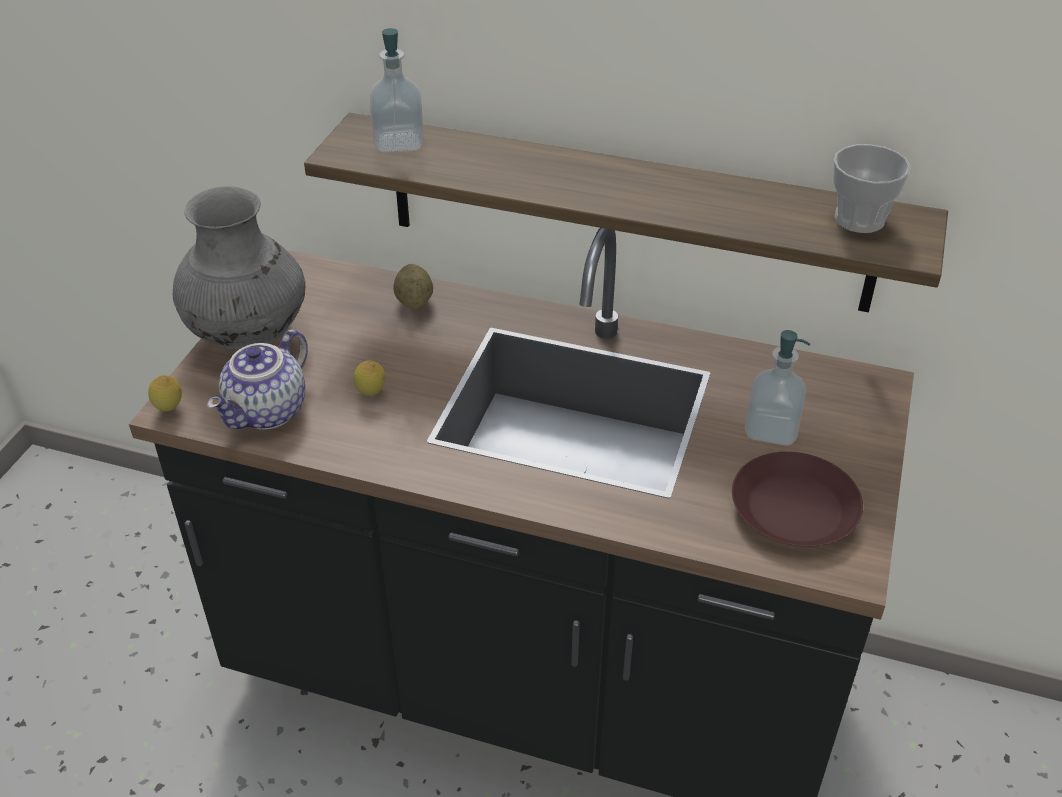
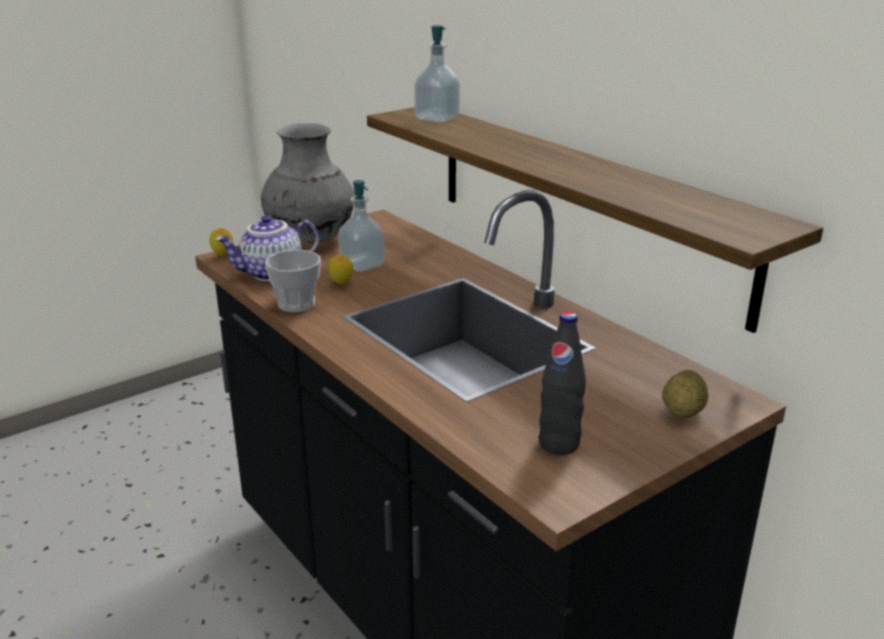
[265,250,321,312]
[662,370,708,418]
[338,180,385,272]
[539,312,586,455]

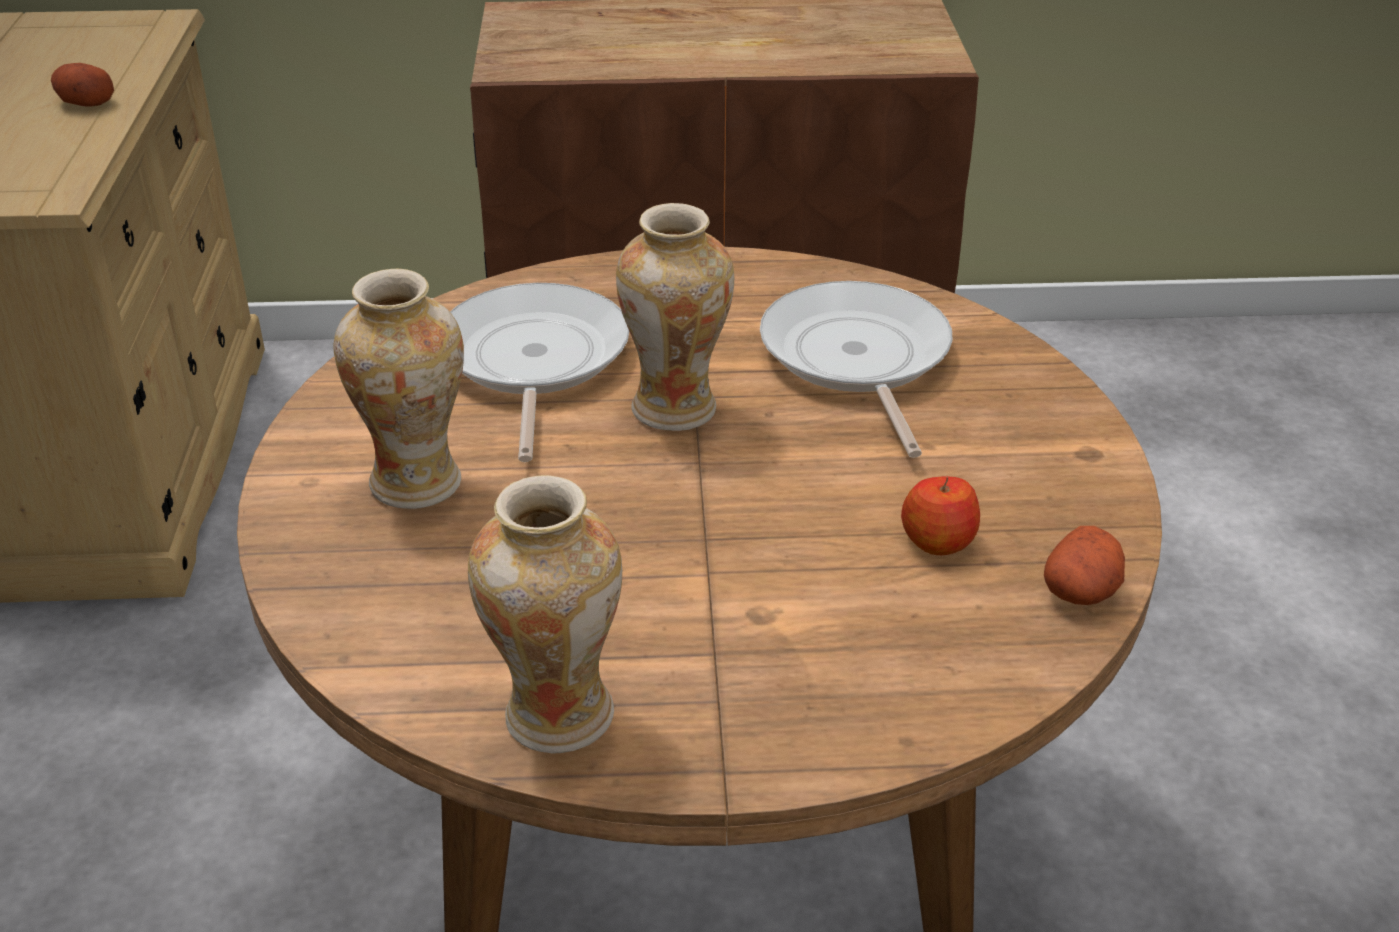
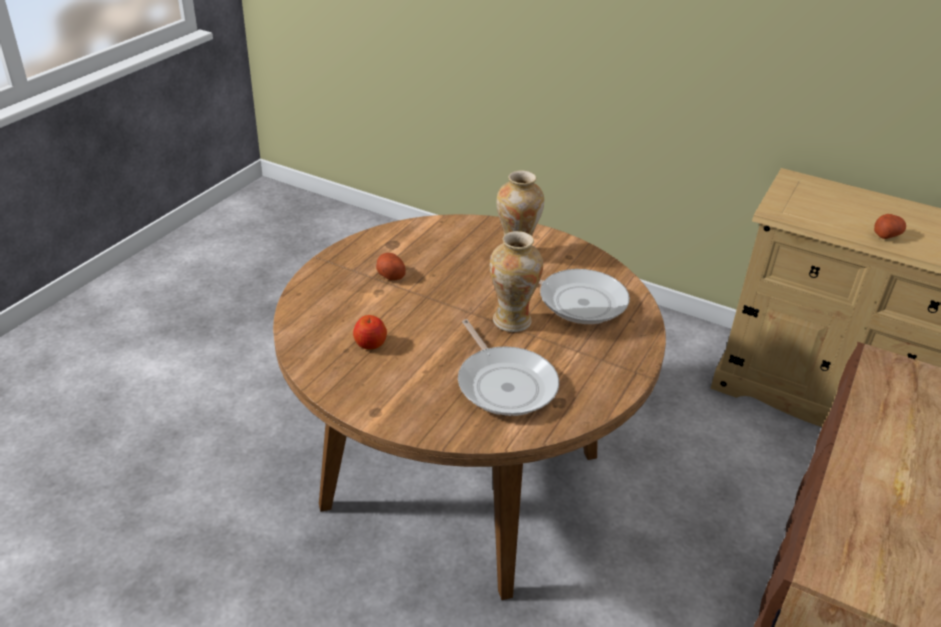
[458,319,559,416]
[468,475,622,753] (first image)
[376,253,406,280]

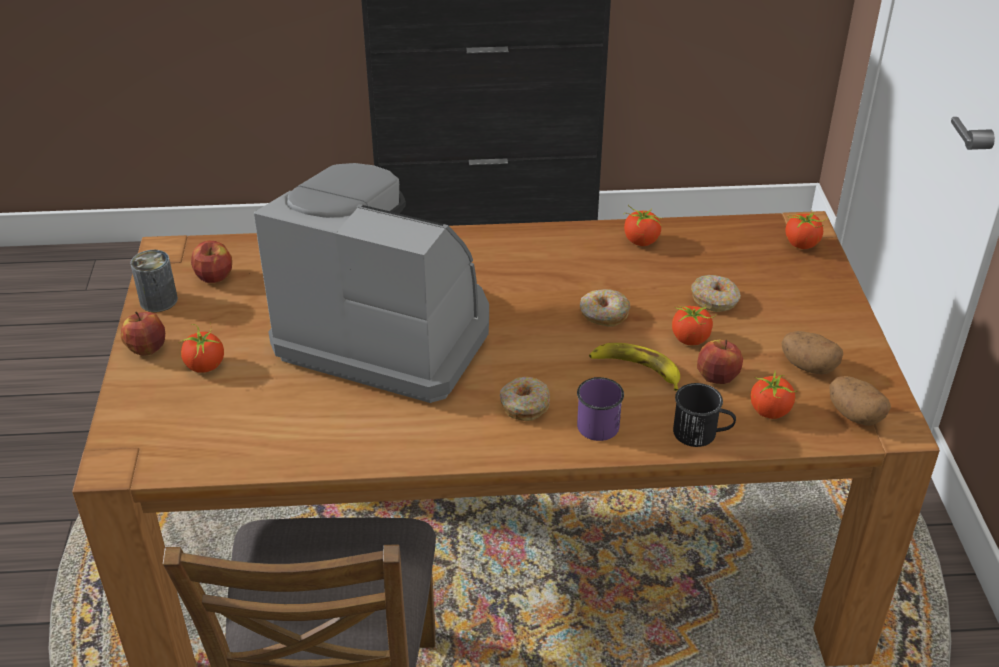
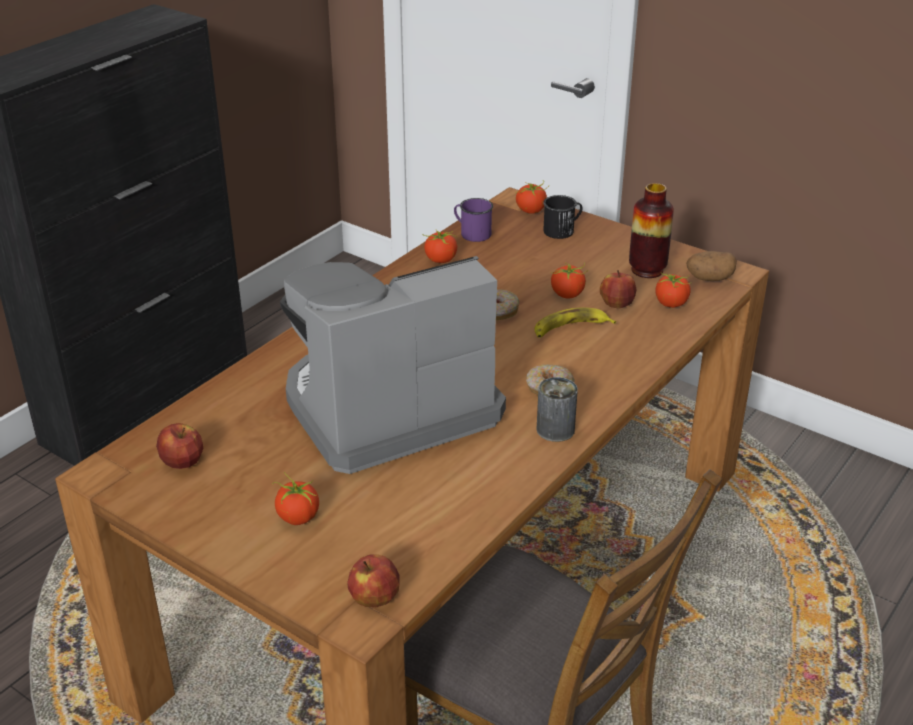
[536,377,578,442]
[691,275,741,312] (first image)
[347,554,400,607]
[629,183,674,278]
[454,198,493,242]
[543,195,583,239]

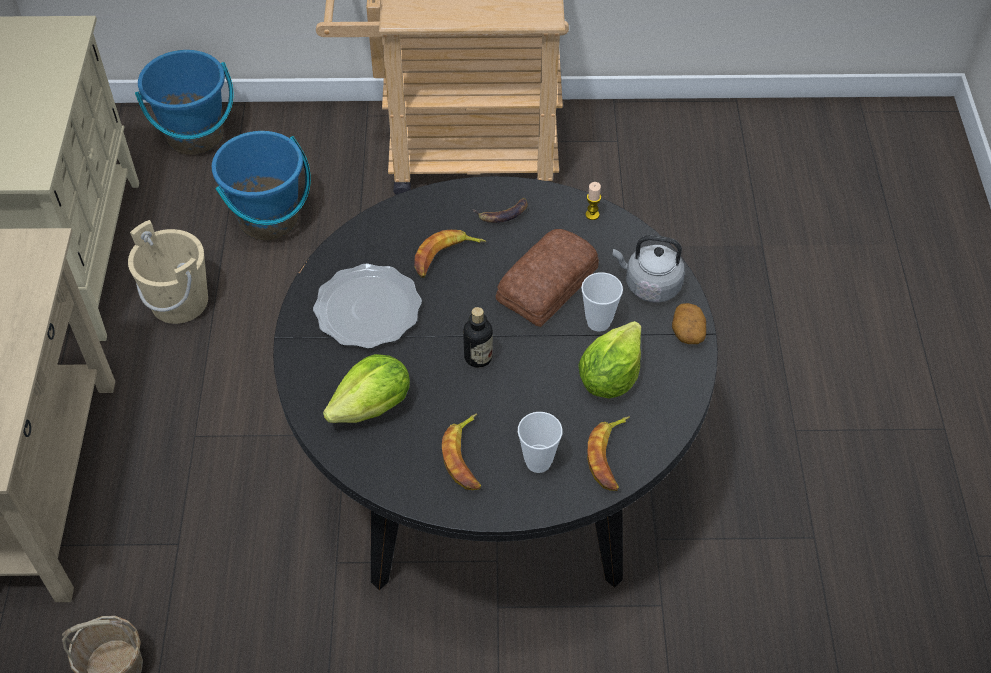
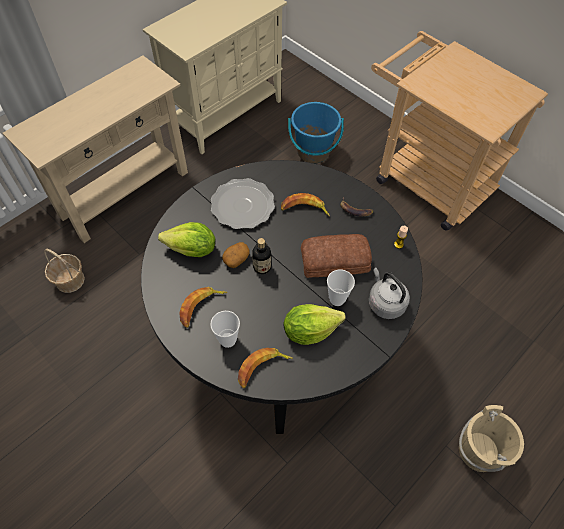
[135,50,234,155] (first image)
[459,405,524,472]
[222,242,250,268]

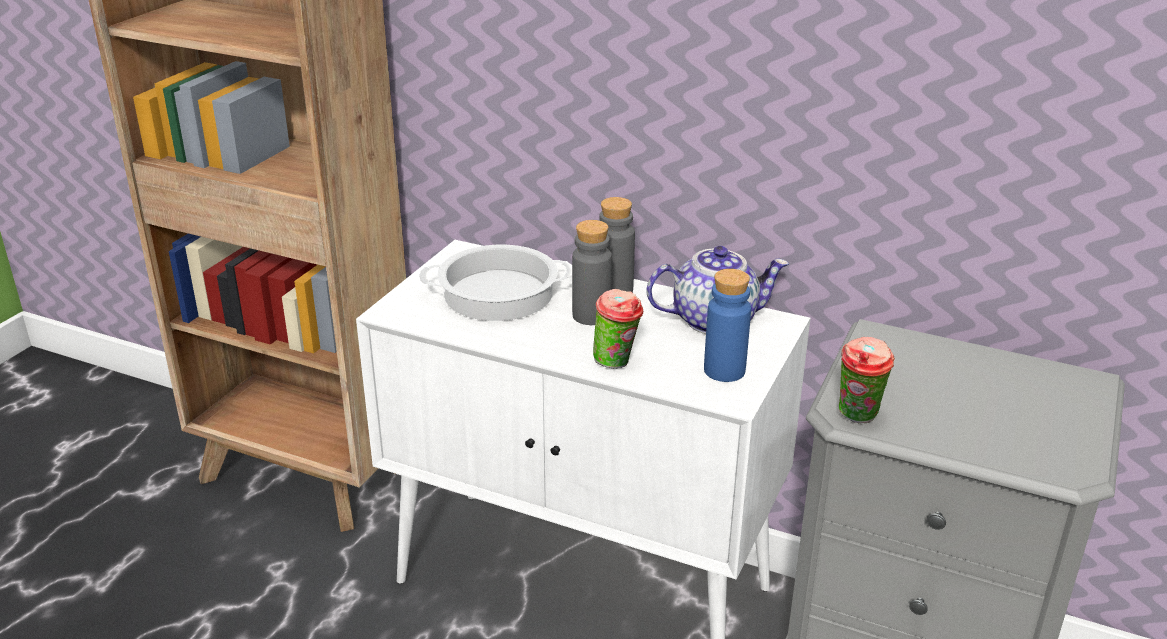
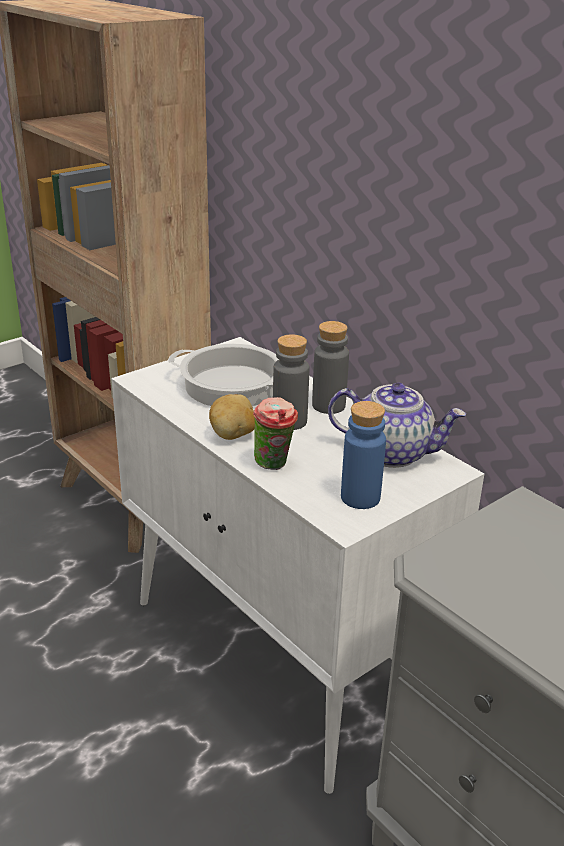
[839,337,895,423] (first image)
[209,394,255,440]

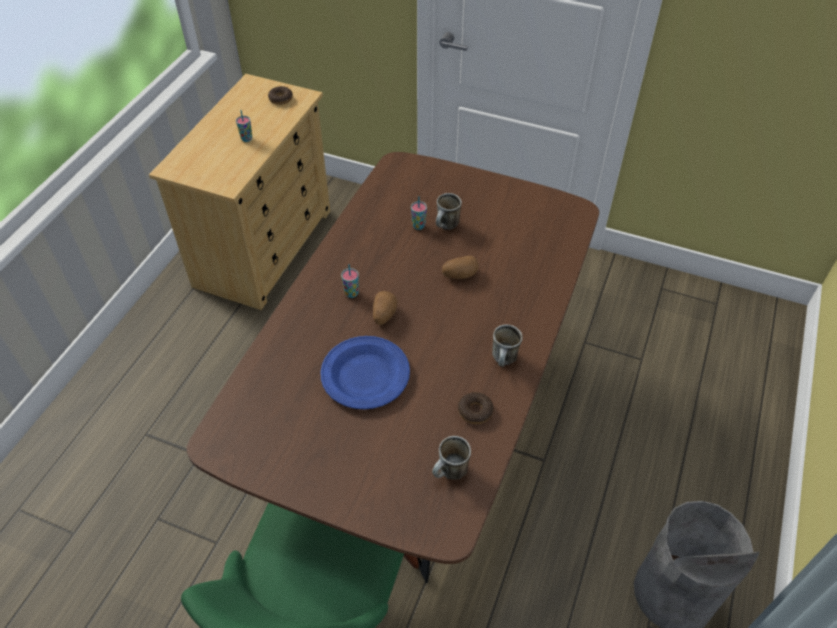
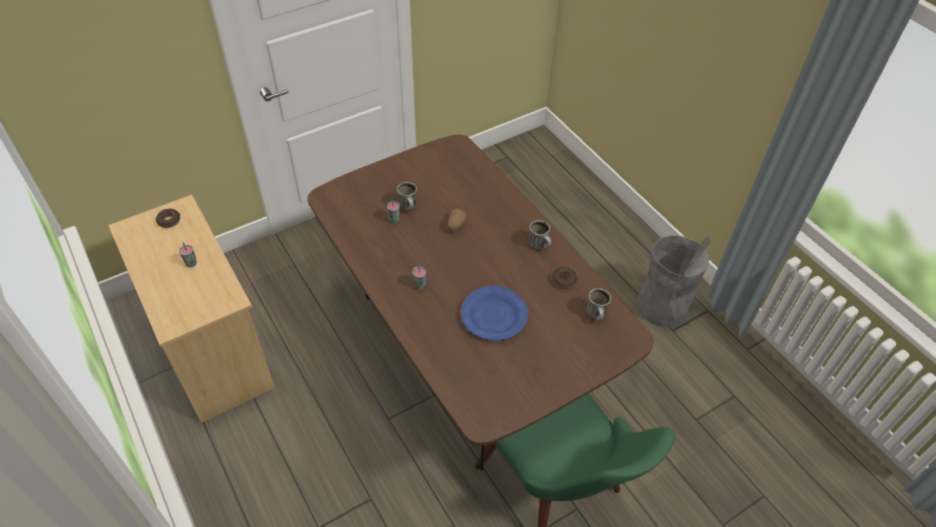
[373,291,397,325] (first image)

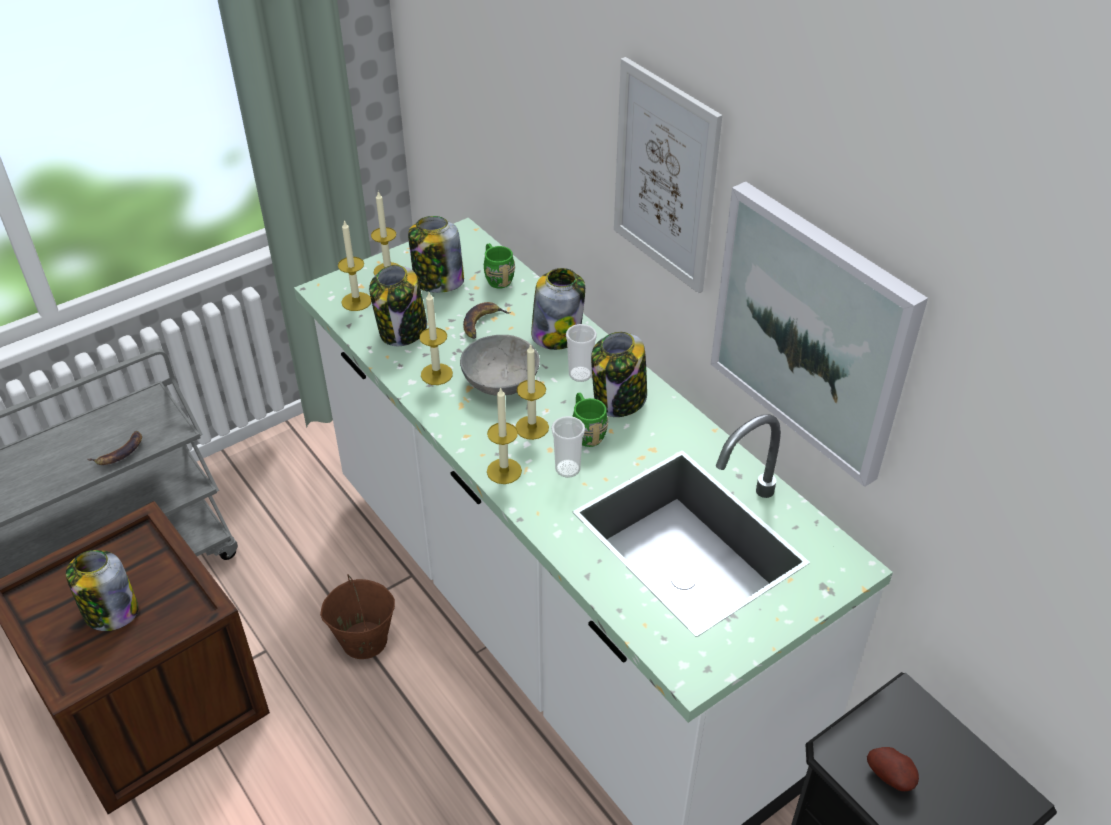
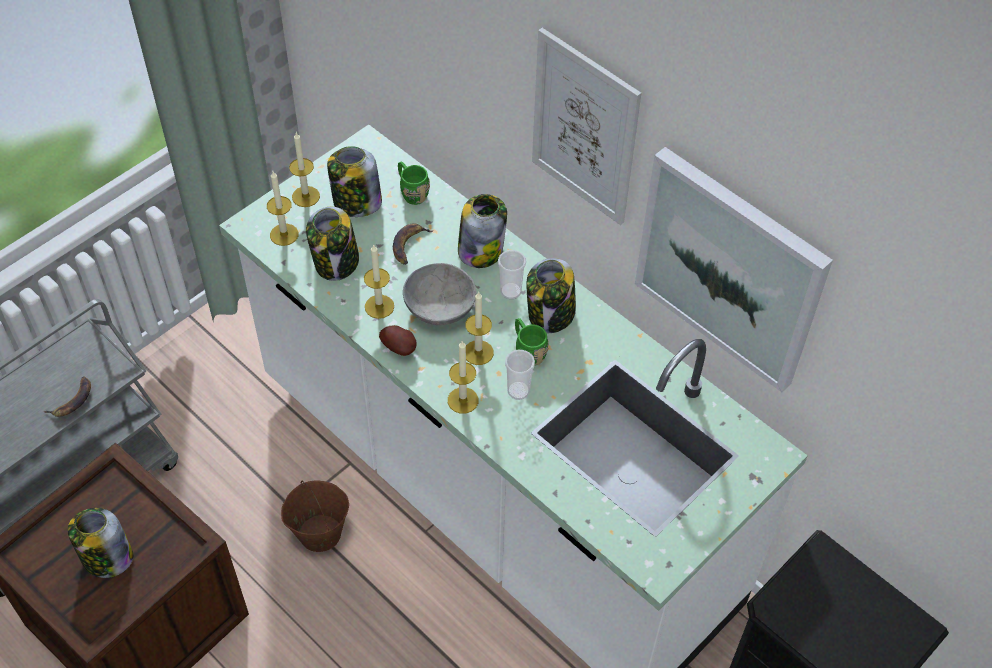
[379,325,416,356]

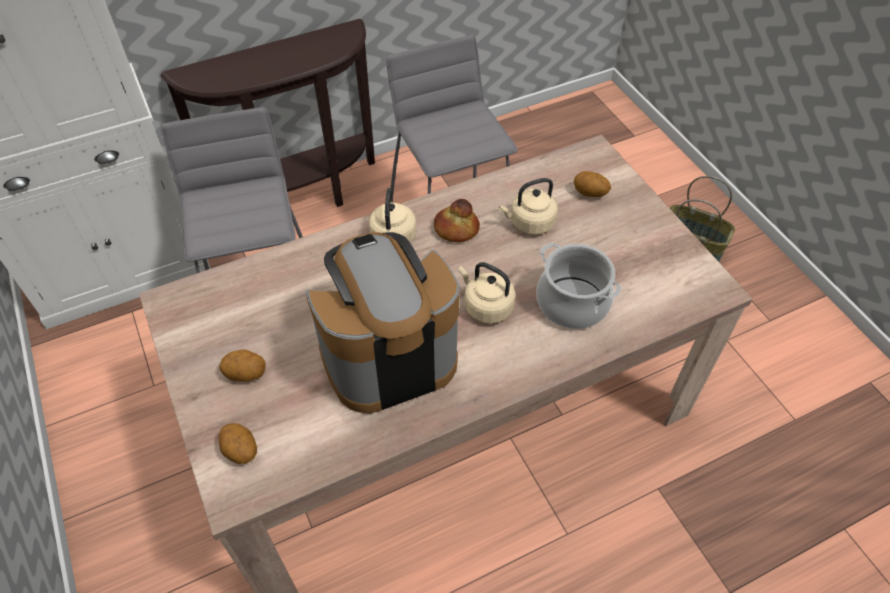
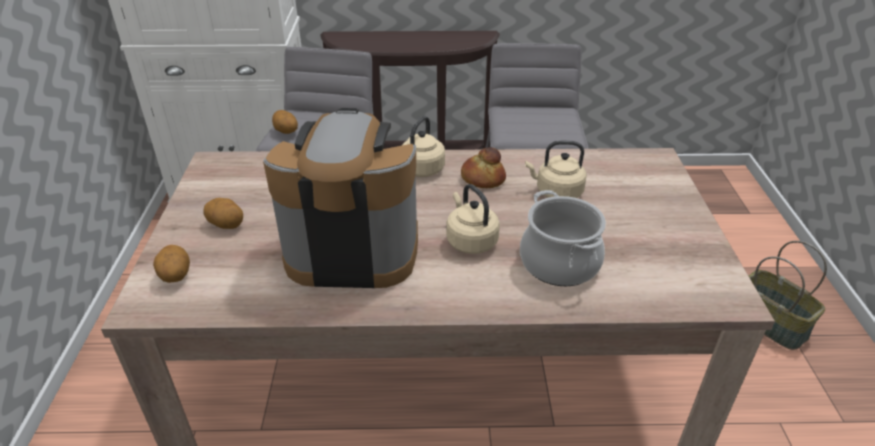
[272,110,298,134]

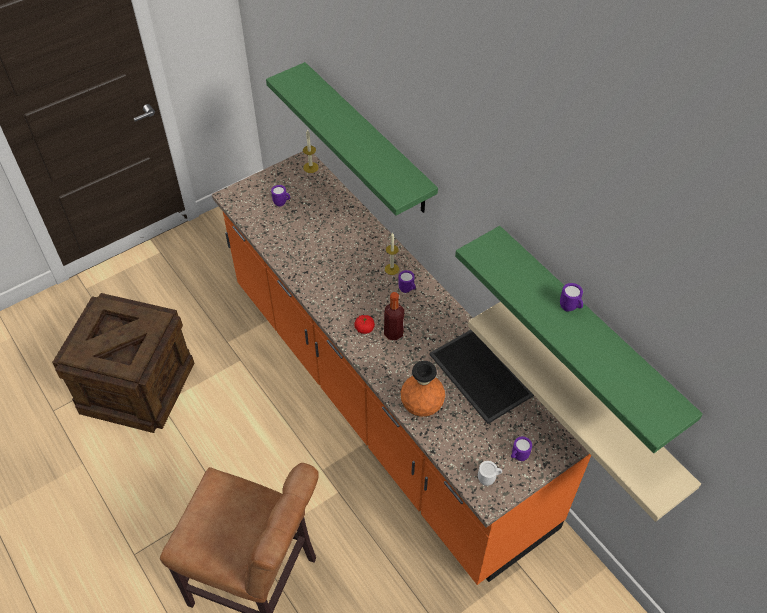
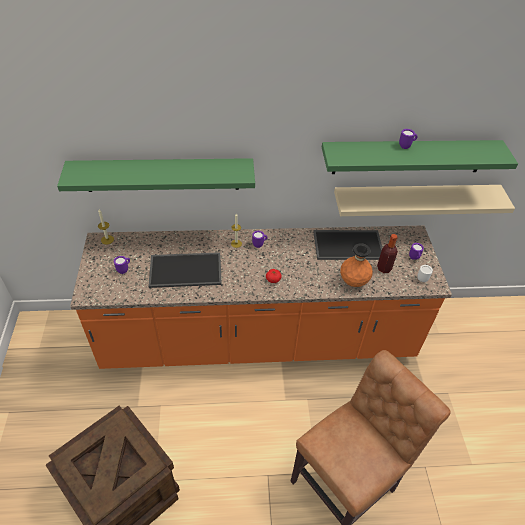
[377,234,398,273]
[149,252,222,288]

